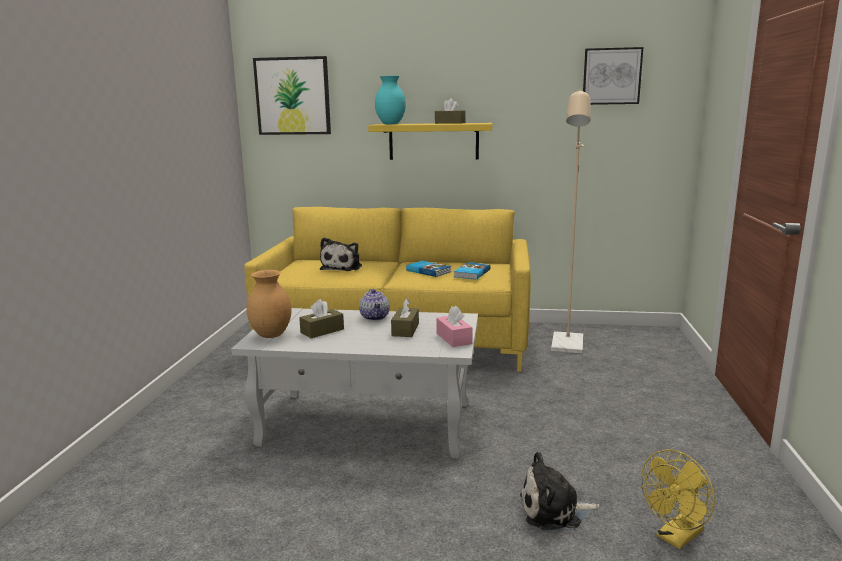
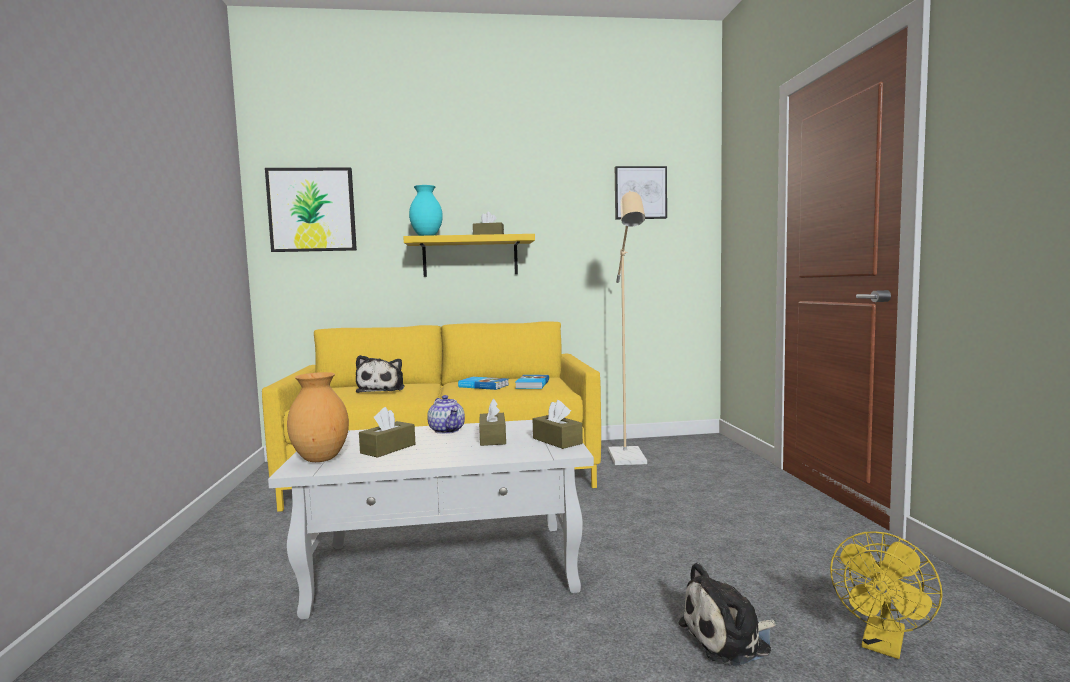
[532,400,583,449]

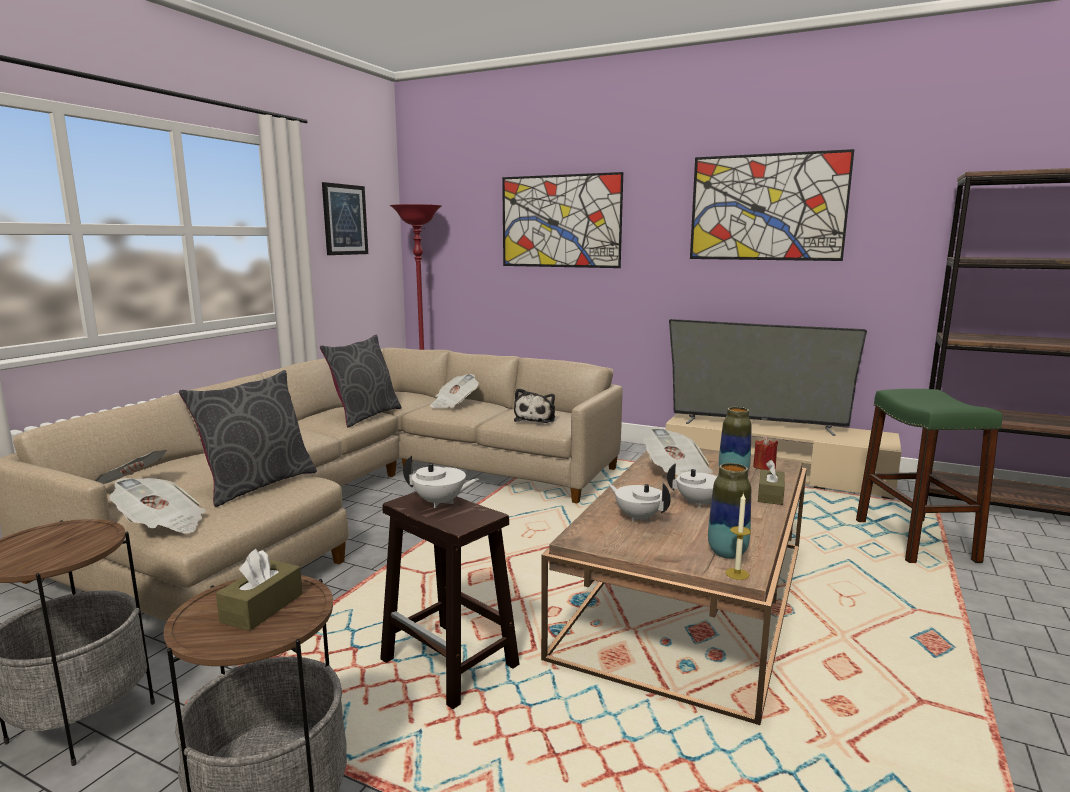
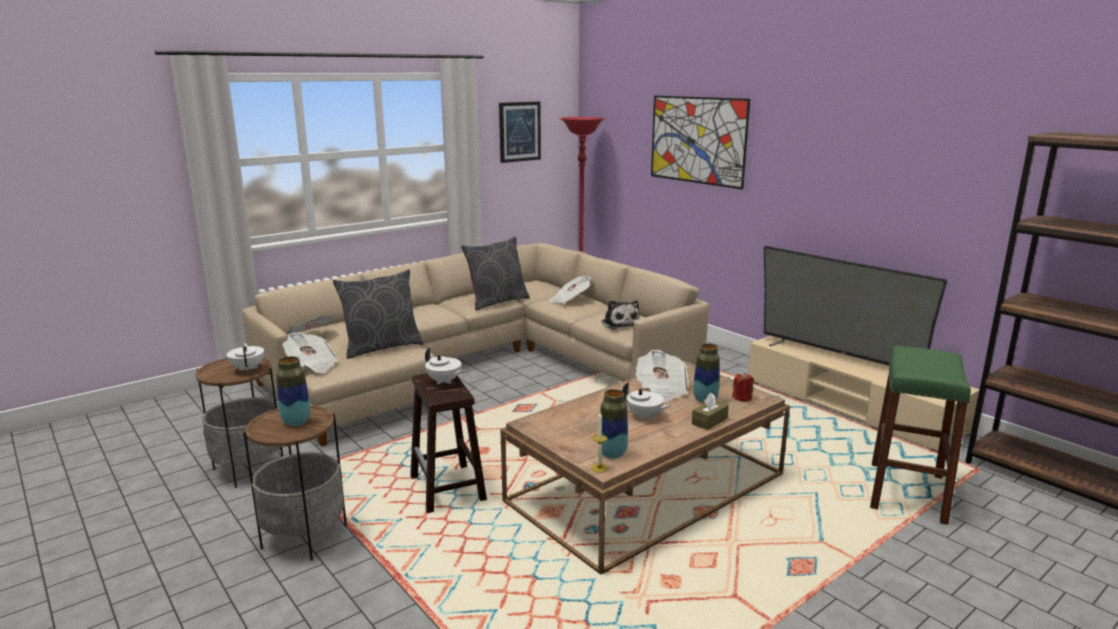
[690,149,854,261] (first image)
[601,300,639,329]
[227,343,264,372]
[276,356,311,426]

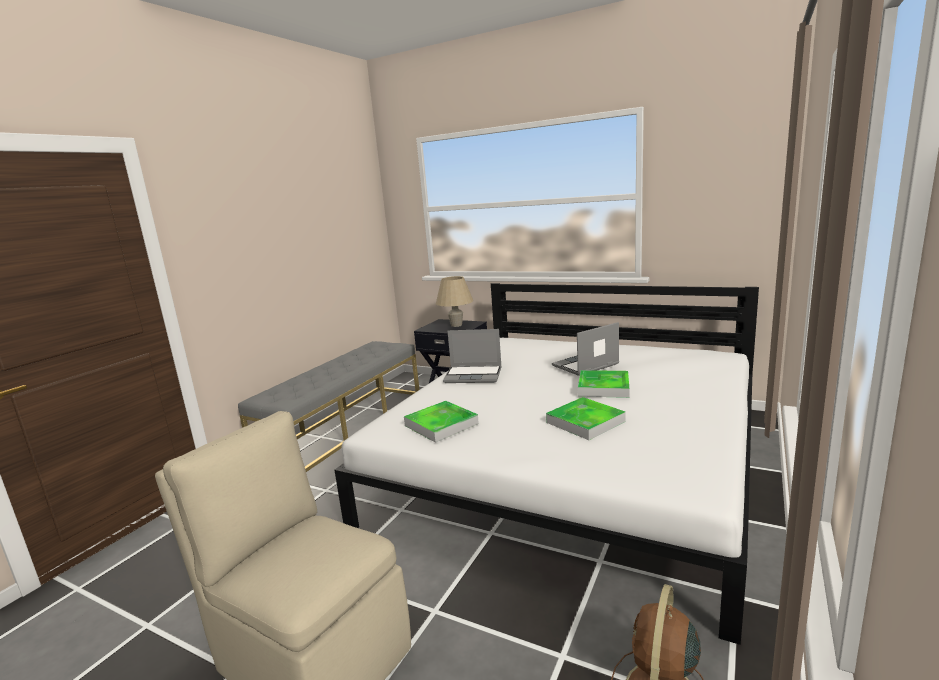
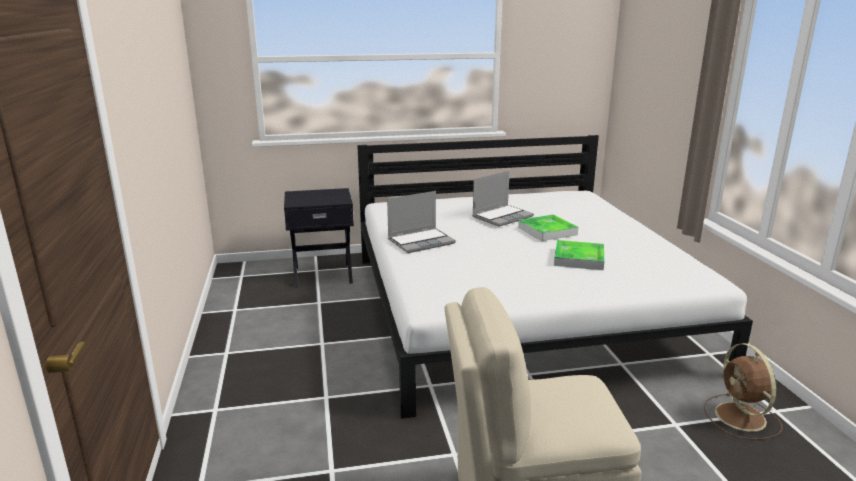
[436,276,473,327] (first image)
[472,171,534,227]
[238,341,419,472] (first image)
[404,401,479,443] (first image)

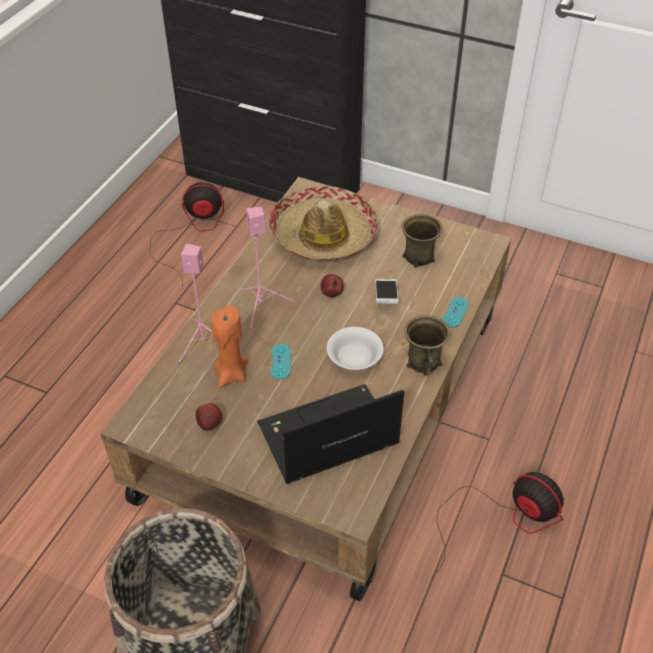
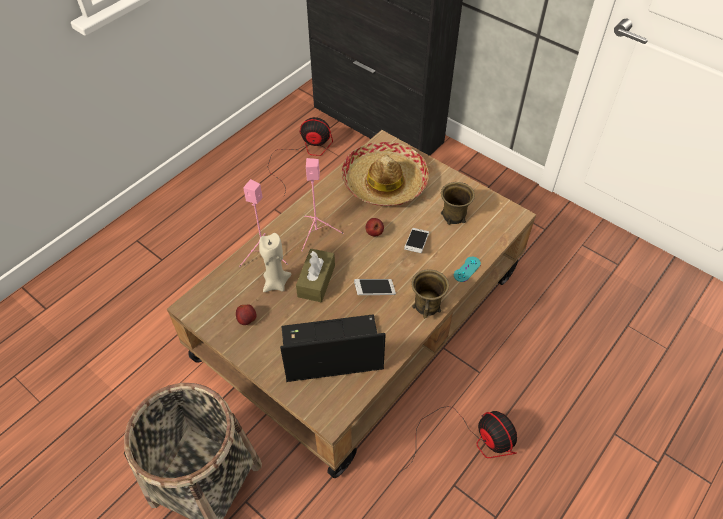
[259,233,291,292]
[354,279,396,295]
[296,249,335,302]

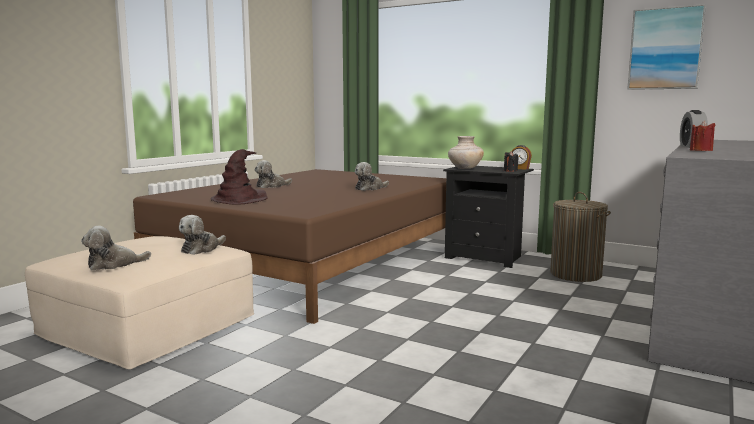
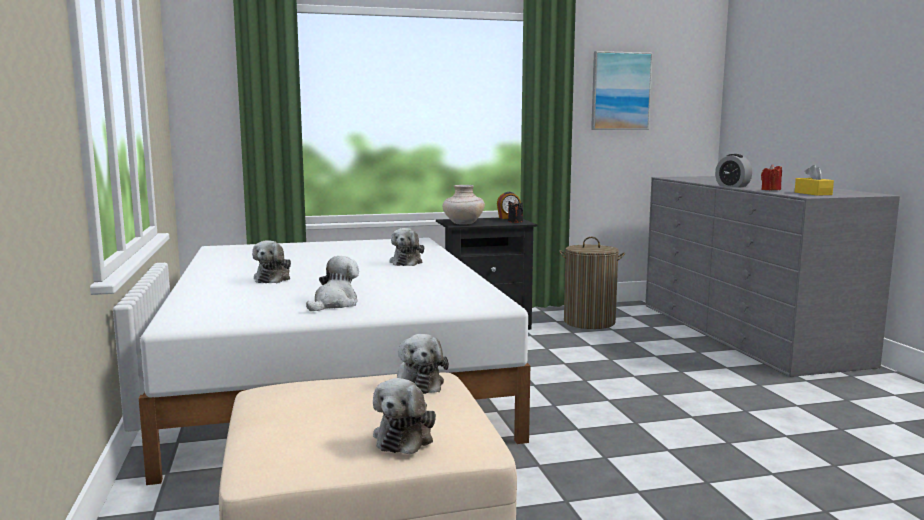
[306,256,359,311]
[139,238,530,485]
[795,165,834,196]

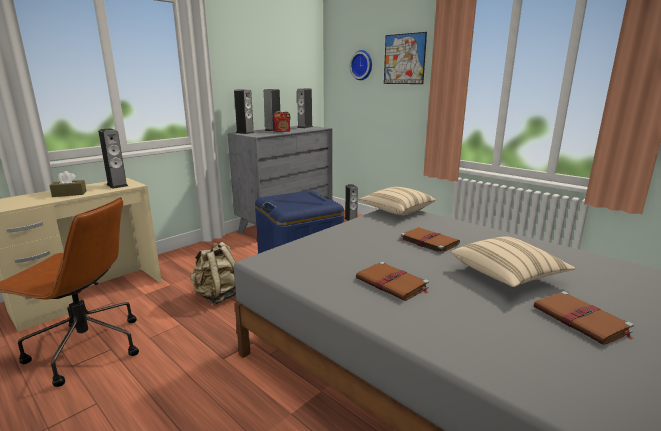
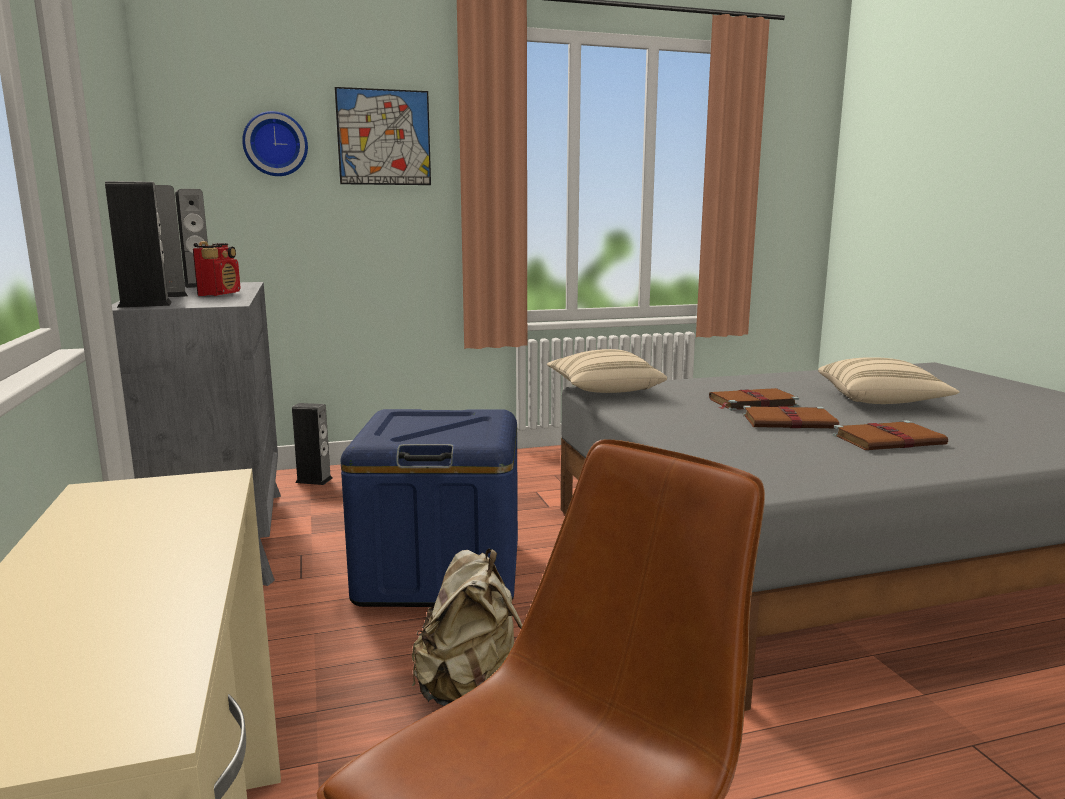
[98,128,128,189] (first image)
[49,171,86,197] (first image)
[743,405,839,428]

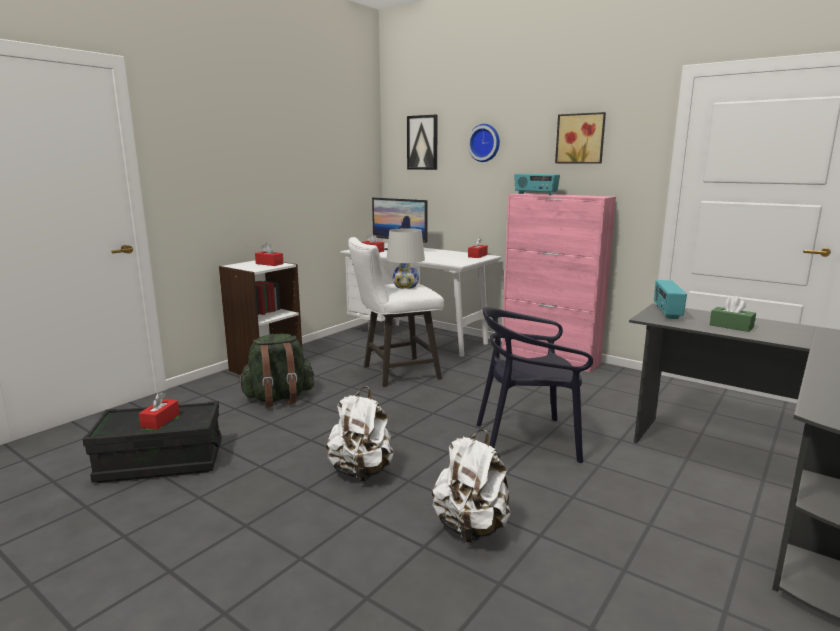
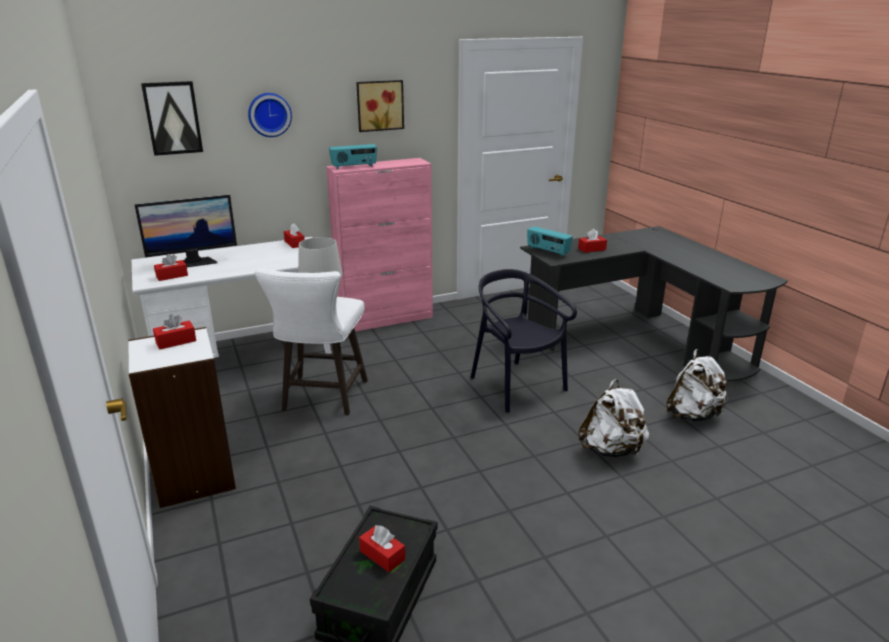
[578,229,607,253]
[471,269,577,413]
[238,334,314,407] (first image)
[666,349,728,421]

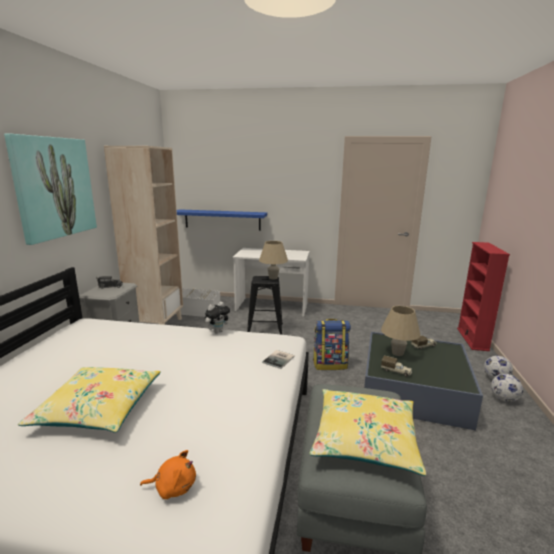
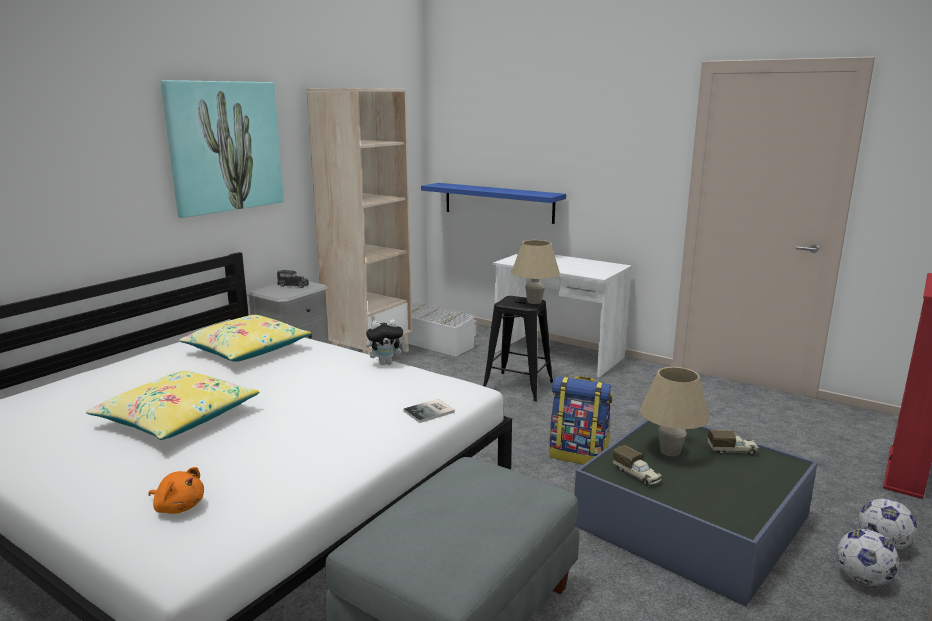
[179,315,311,362]

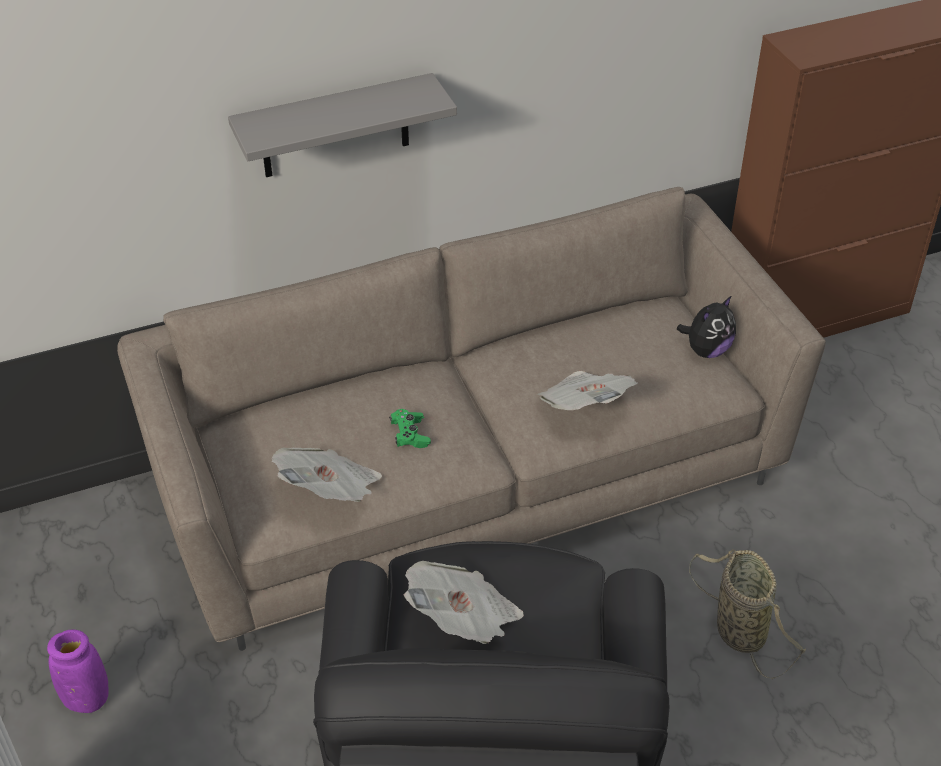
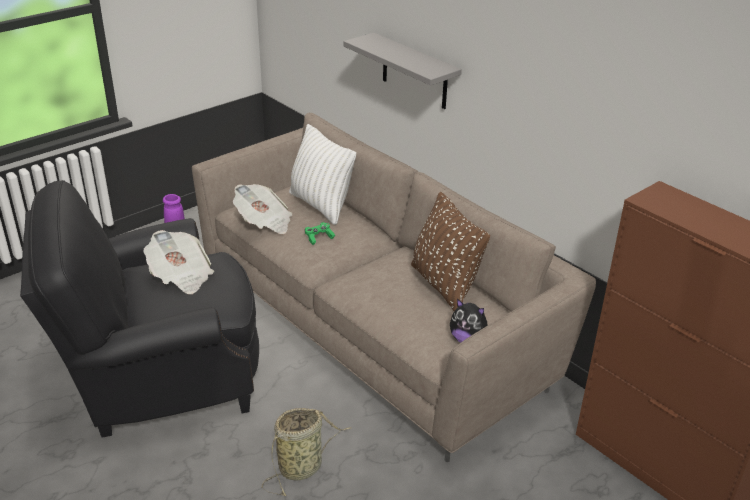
[537,371,637,410] (first image)
[289,124,356,225]
[411,192,490,311]

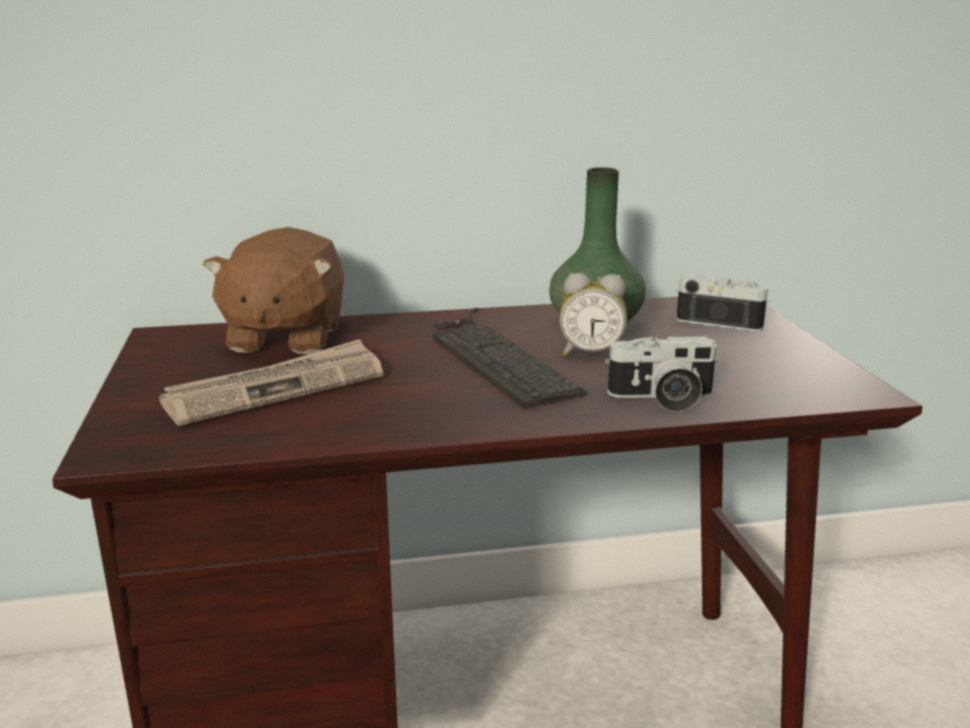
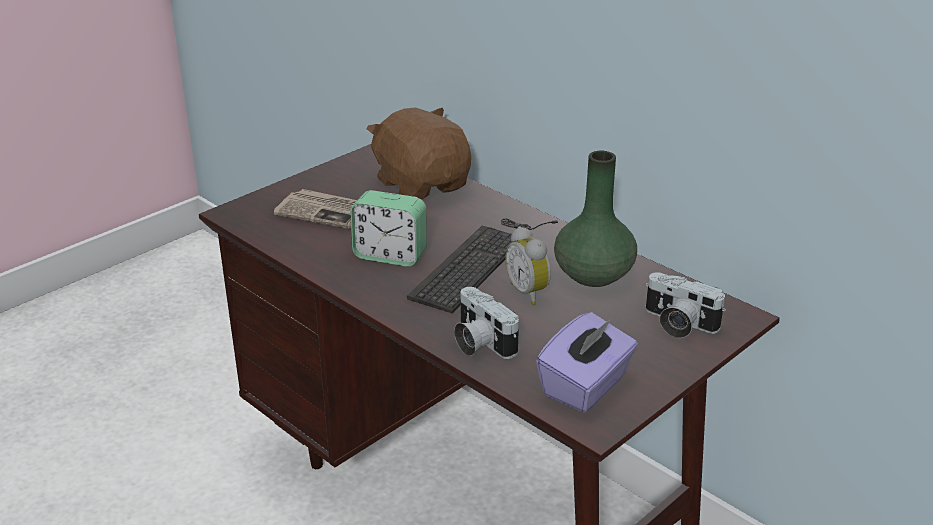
[367,108,471,200]
[646,272,726,338]
[350,190,427,267]
[536,312,638,413]

